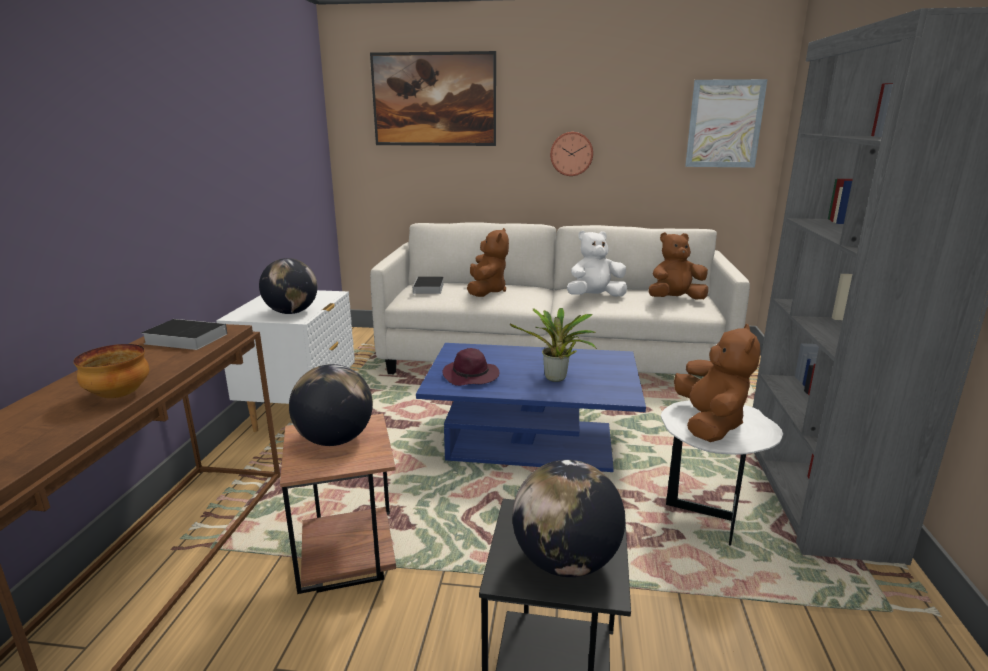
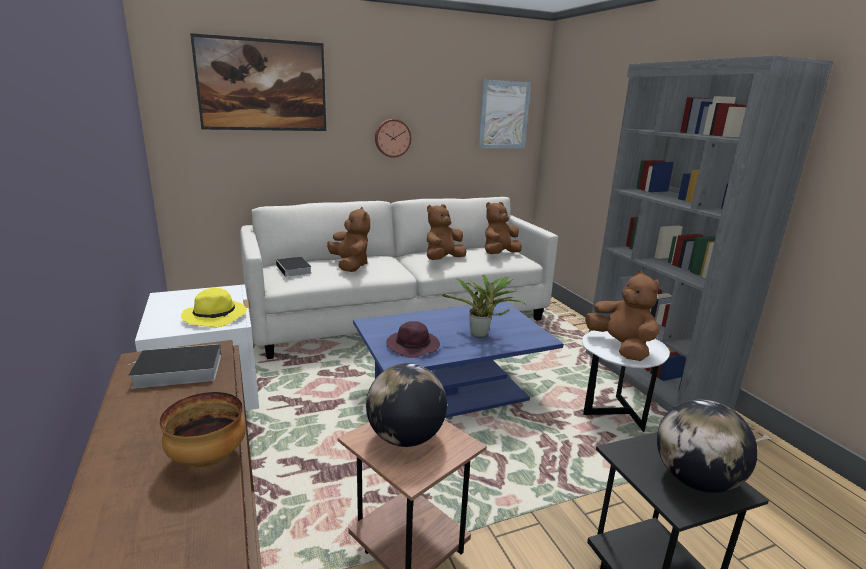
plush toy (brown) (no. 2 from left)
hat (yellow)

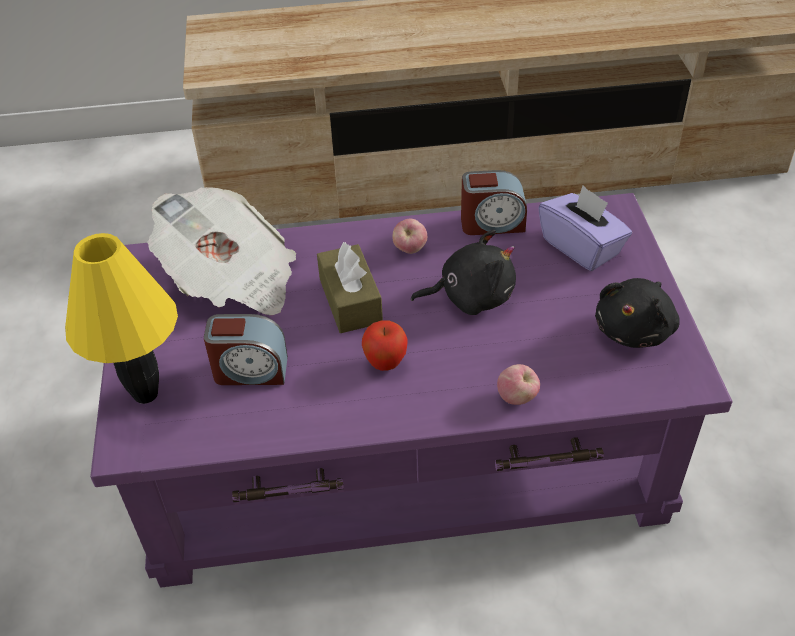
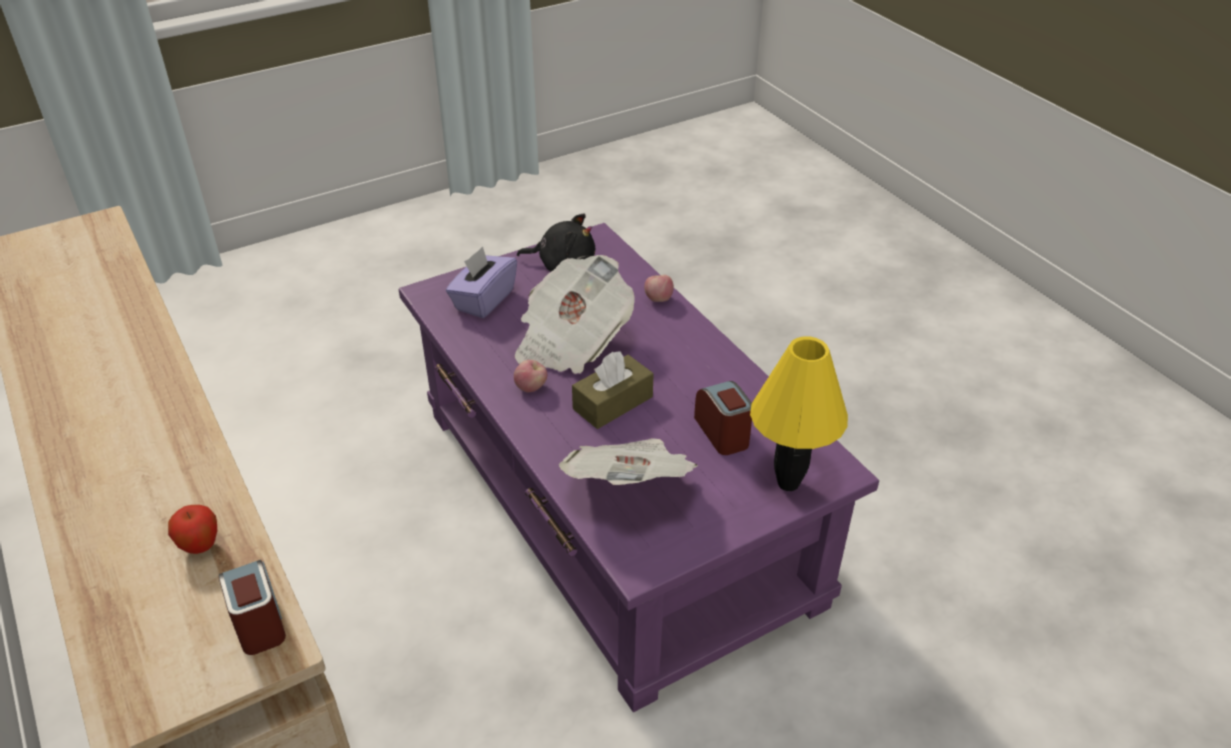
alarm clock (no. 1 from left)
newspaper (no. 1 from left)
apple (no. 1 from left)

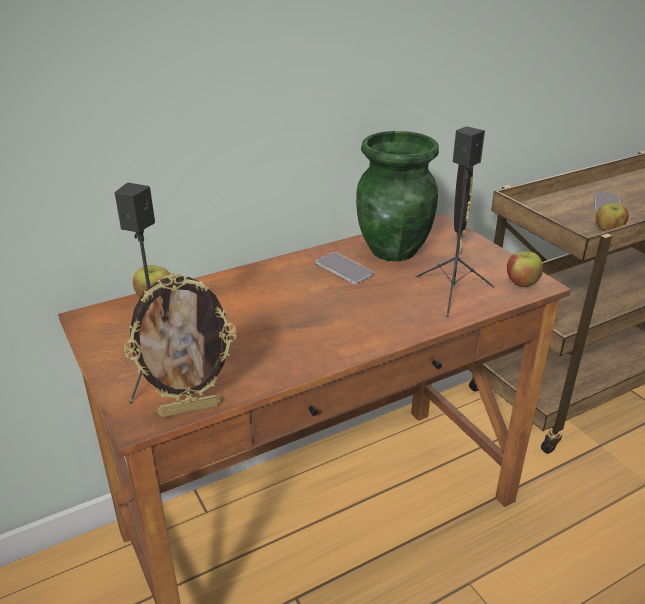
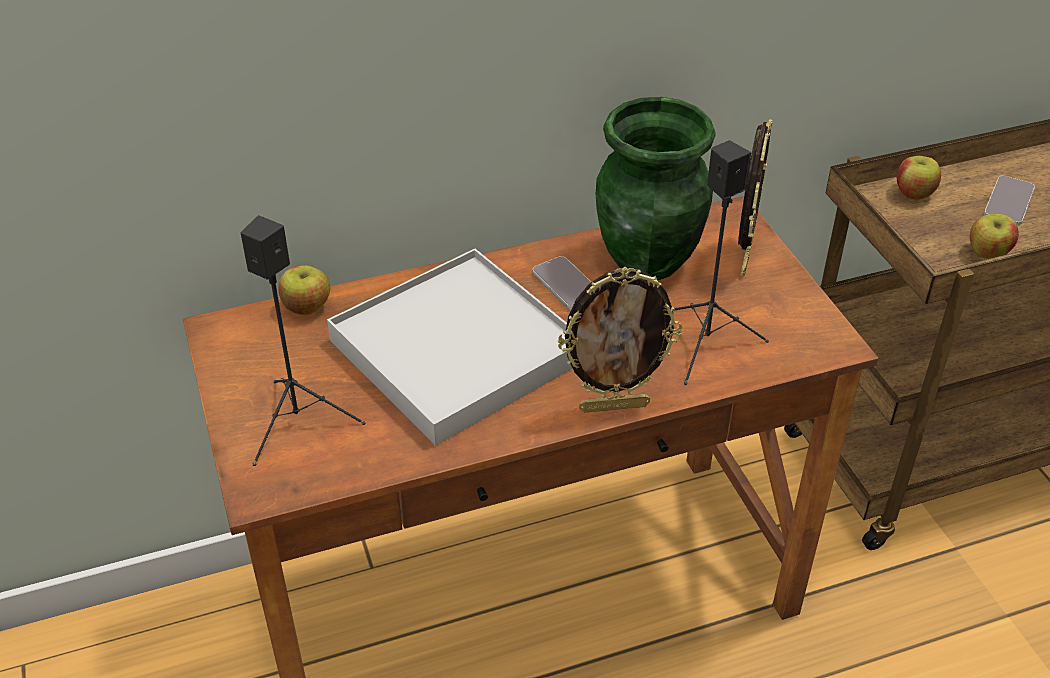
apple (no. 2 from left)
picture frame (no. 1 from left)
tray (white)

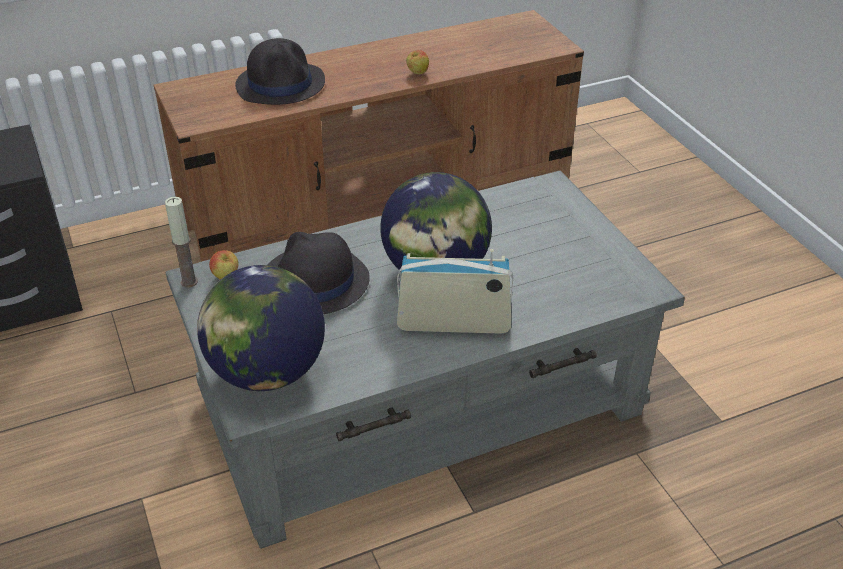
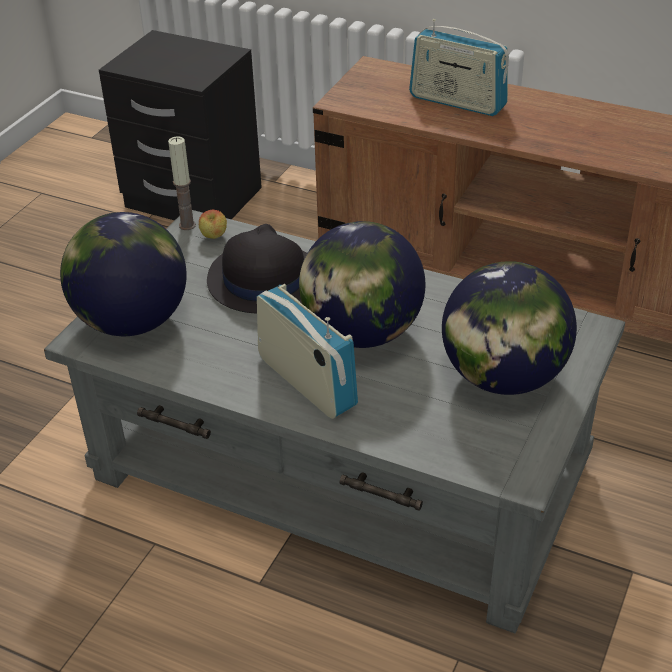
radio (no. 2 from left)
apple (no. 2 from left in the first image)
globe (no. 3 from left)

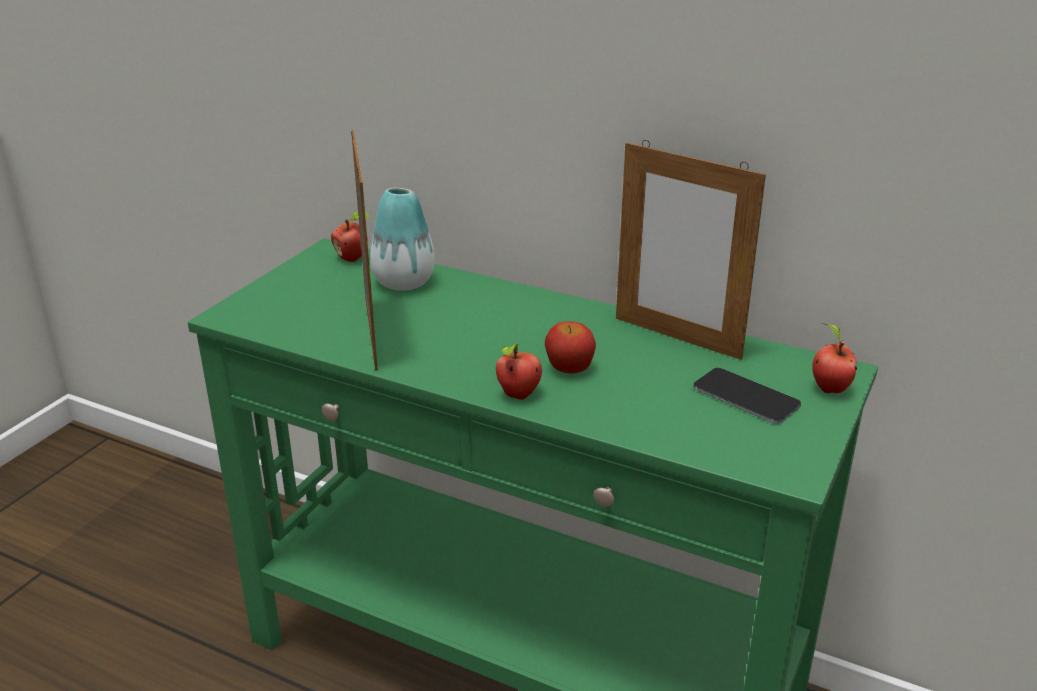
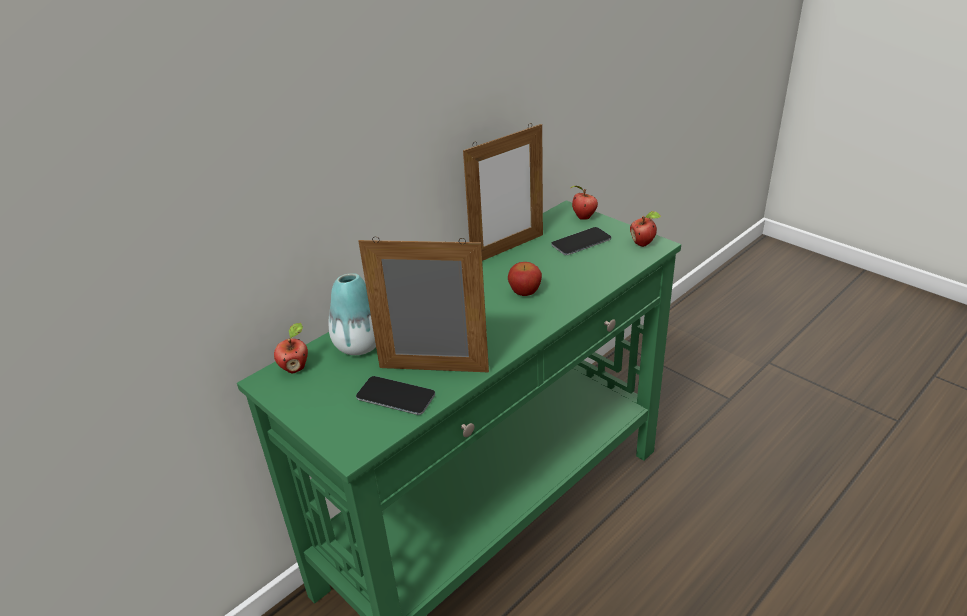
apple (no. 4 from left)
phone (no. 1 from left)

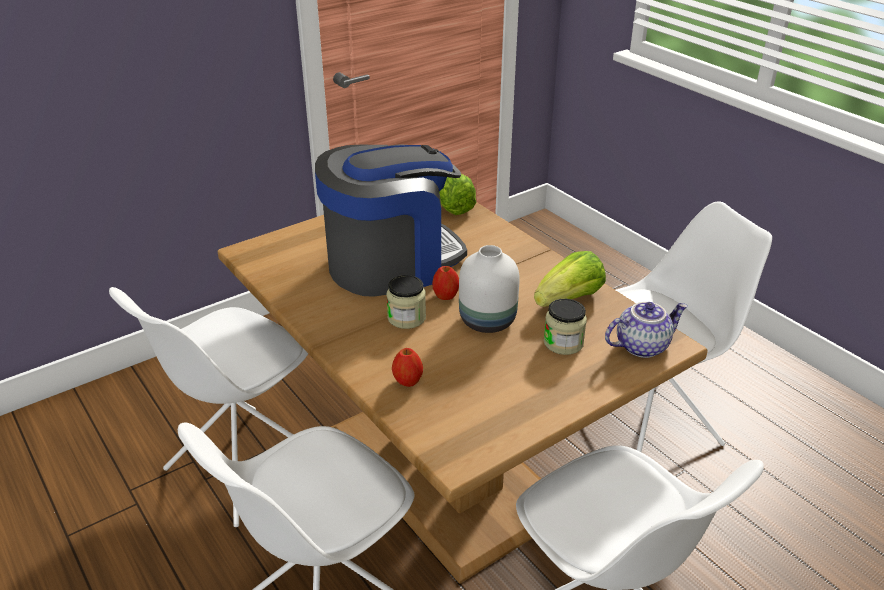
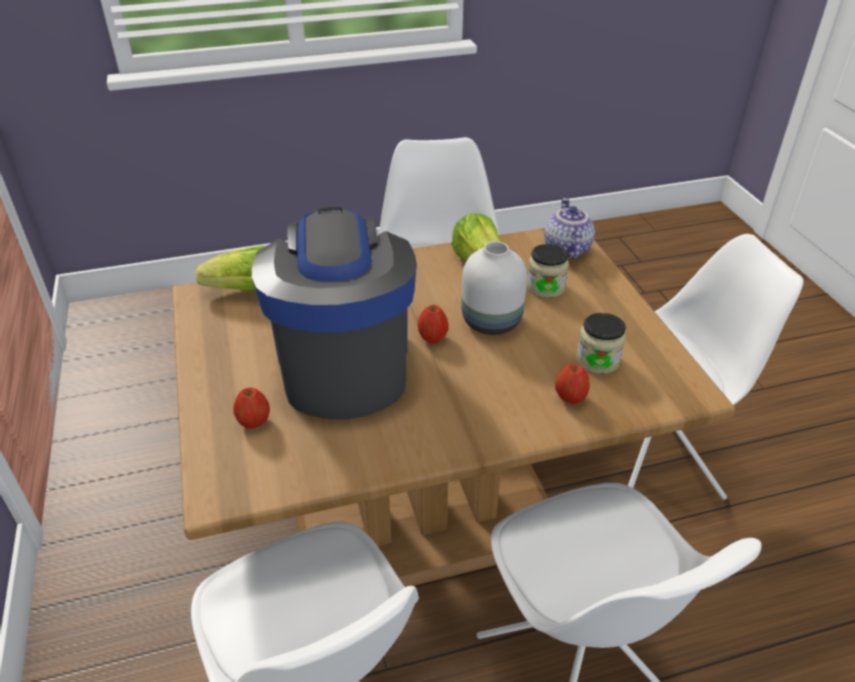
jar (no. 2 from left)
apple (no. 1 from left)

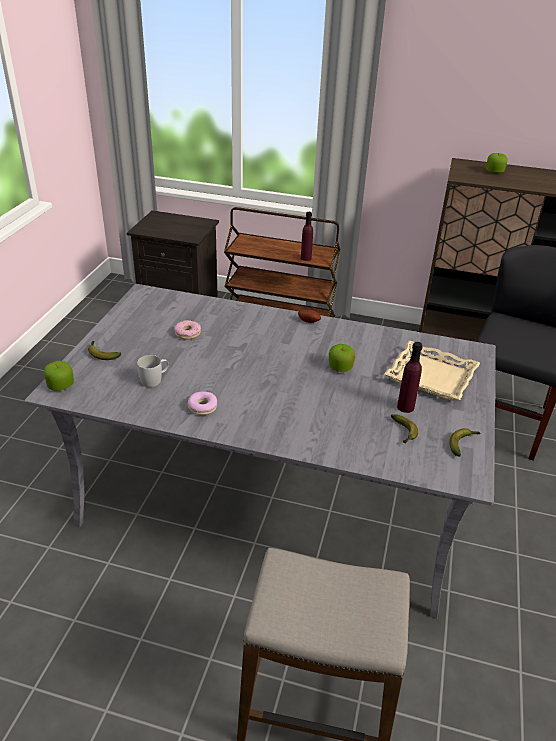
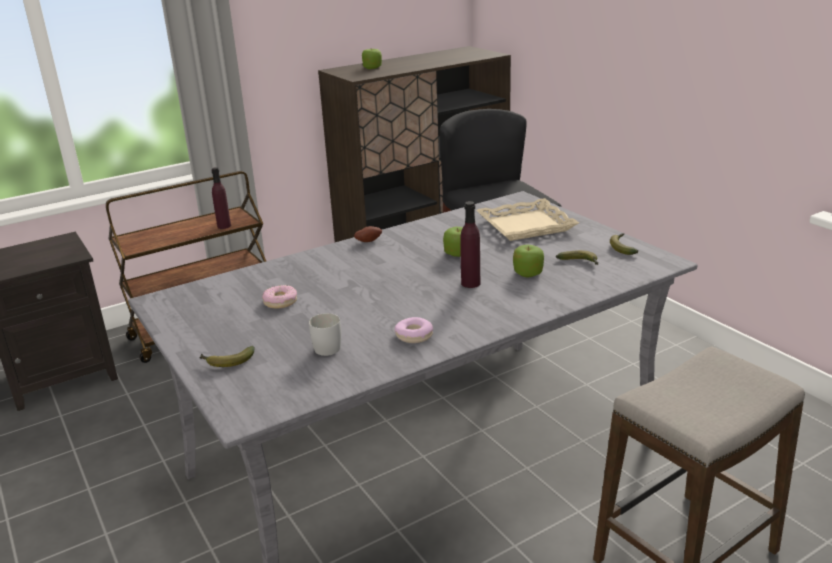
bottle (purple) (no. 2 from left)
apple (no. 3 from left)

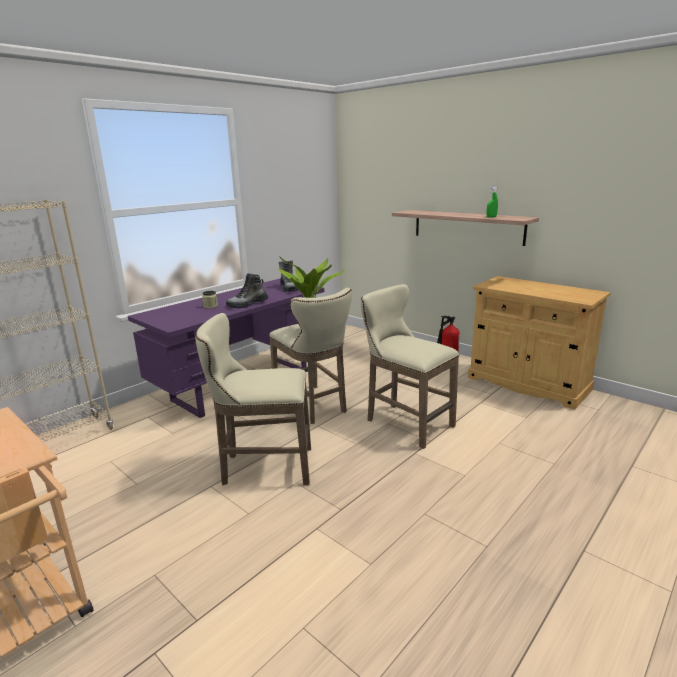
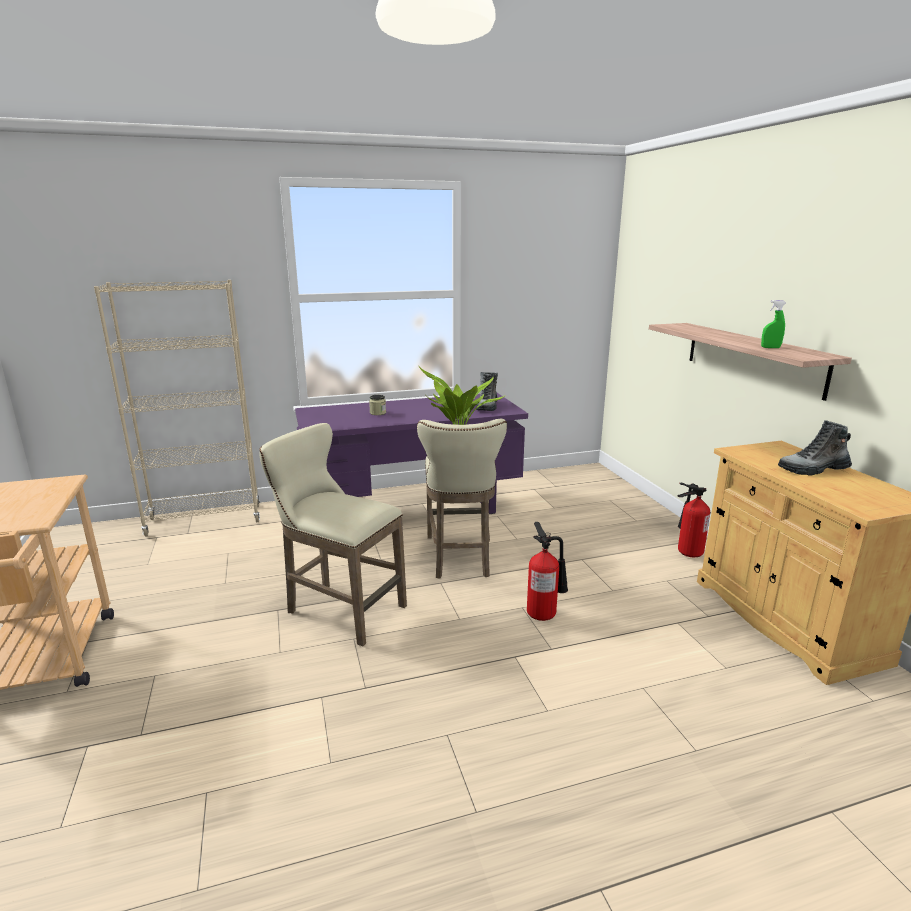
boot (no. 2 from left)
fire extinguisher (no. 1 from left)

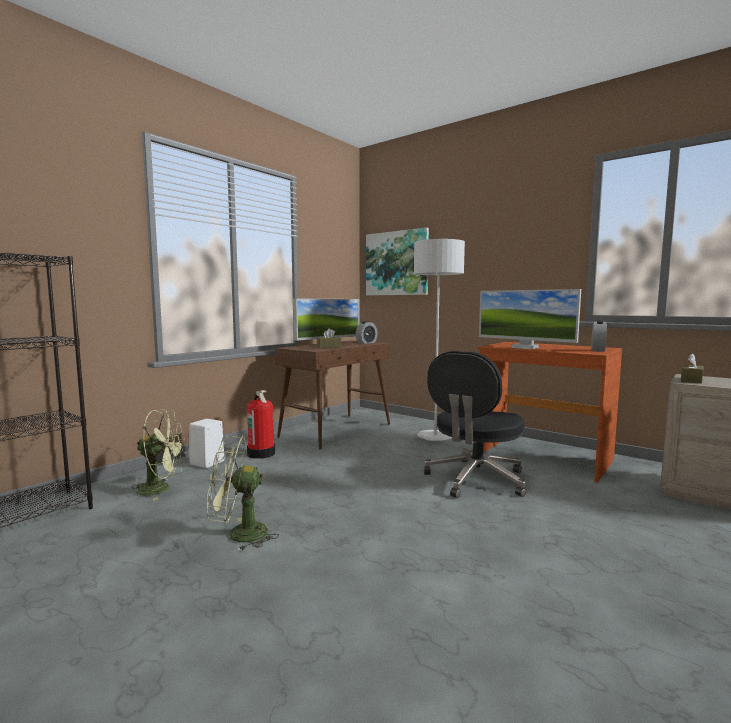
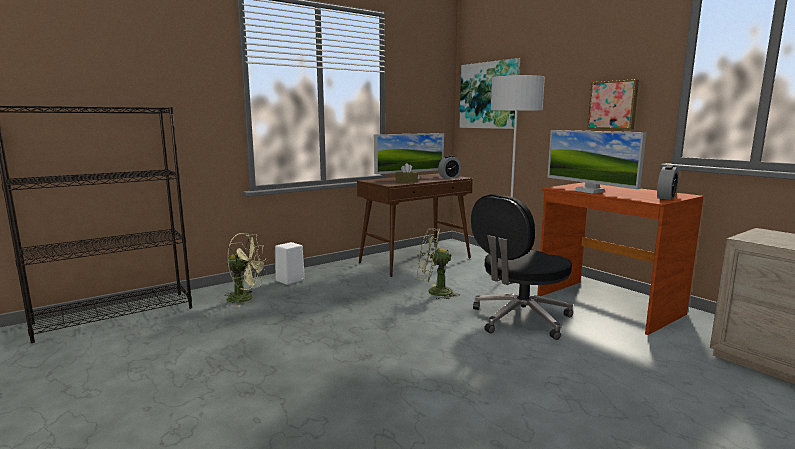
tissue box (brown) (no. 2 from left in the first image)
fire extinguisher
fan (green) (no. 2 from left)
picture (no. 2 from left)

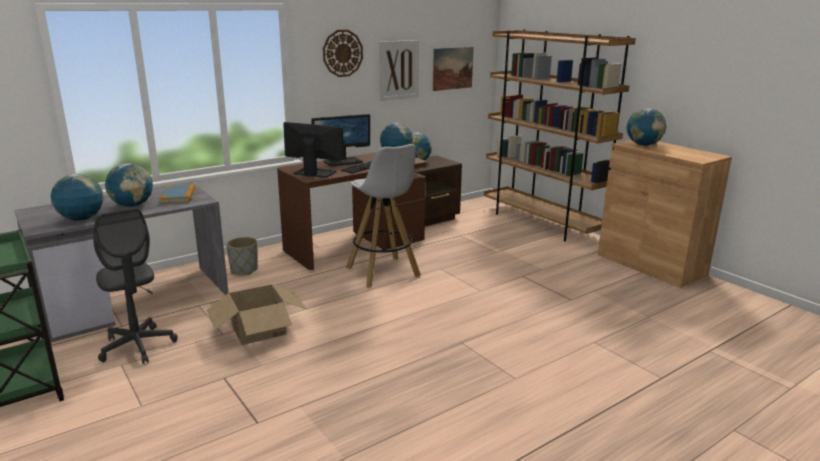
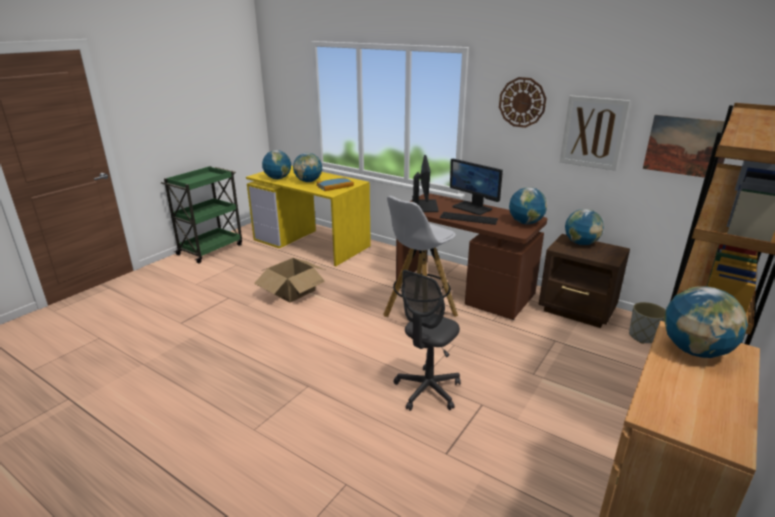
desk (yellow)
office chair (grey)
planter (grey)

